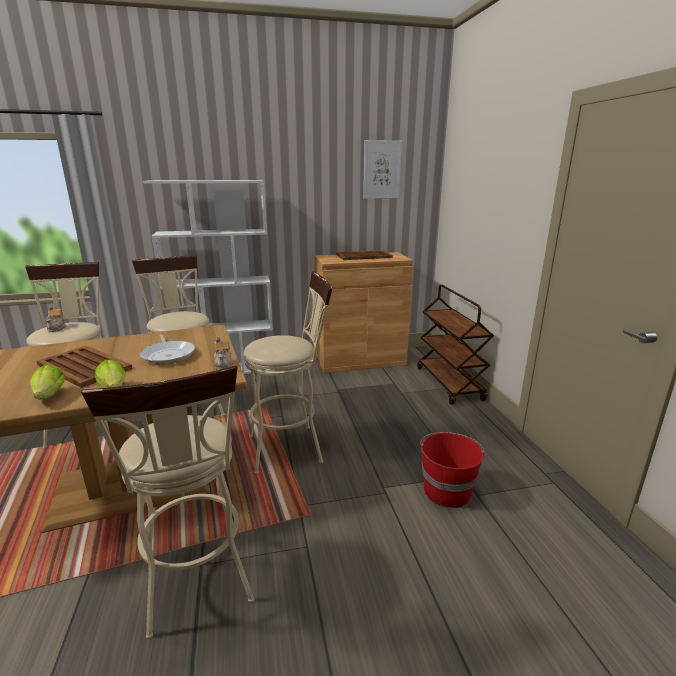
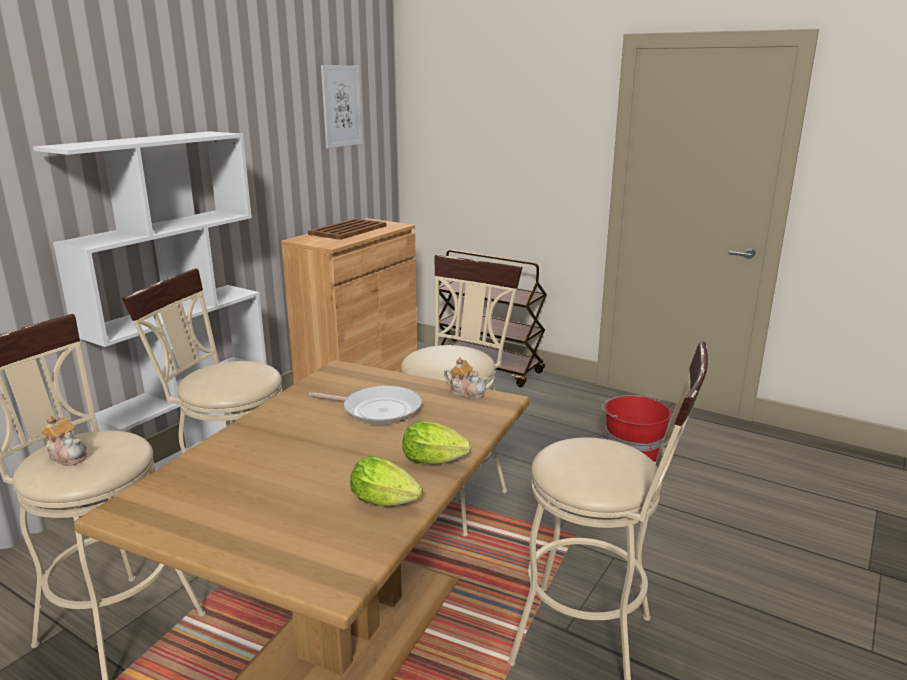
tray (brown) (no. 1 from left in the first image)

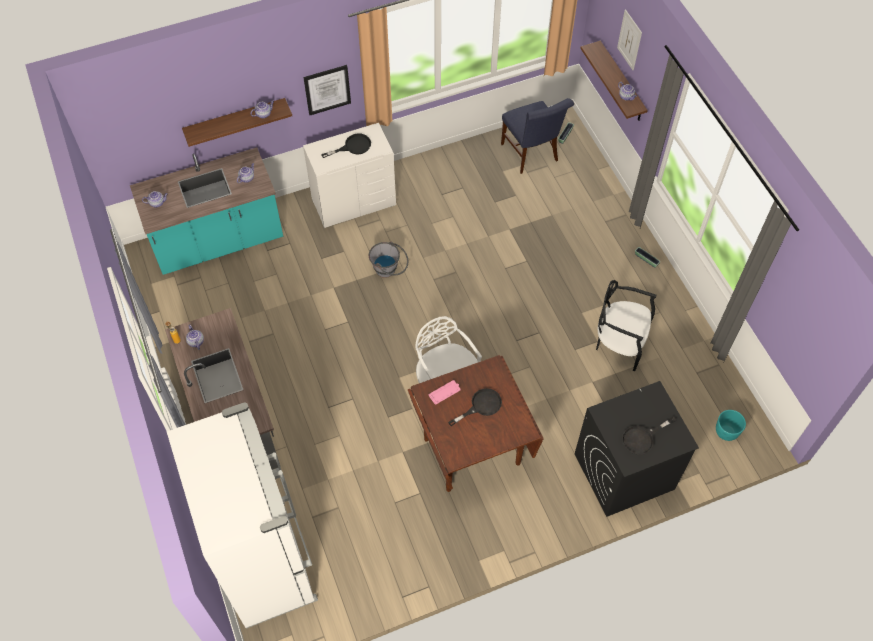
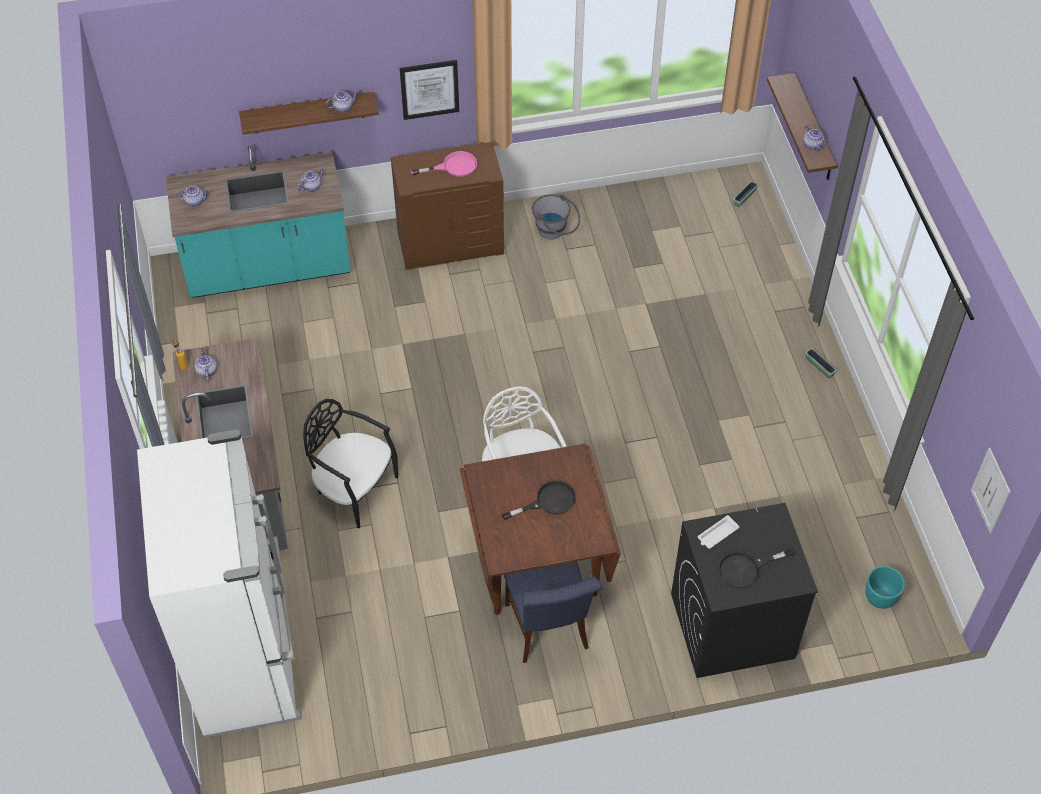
picture (no. 2 from left)
chair (blue)
dresser (brown)
frying pan (pink)
bucket (grey)
chair (black)
tray (pink)
tray (white)

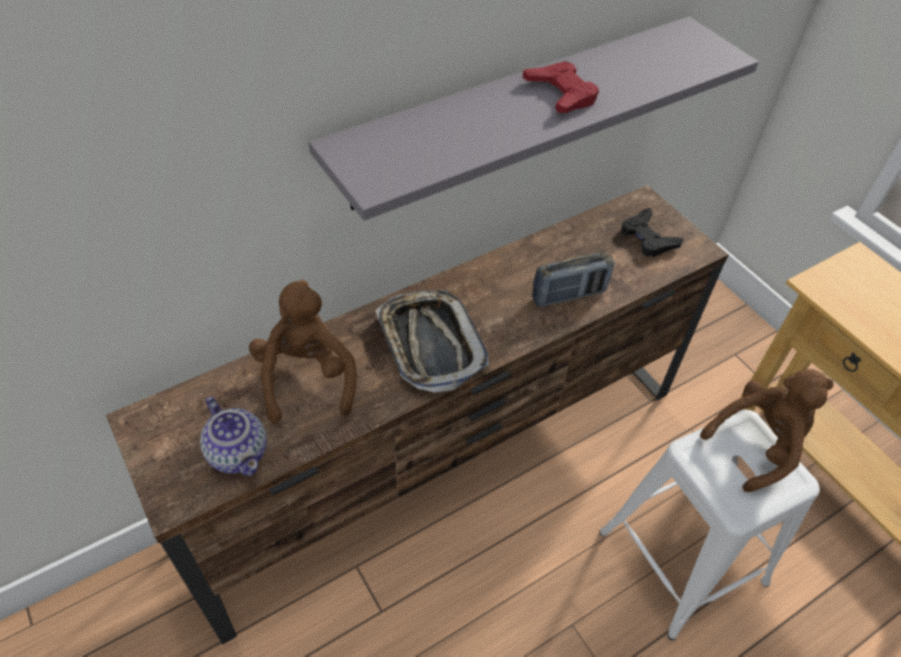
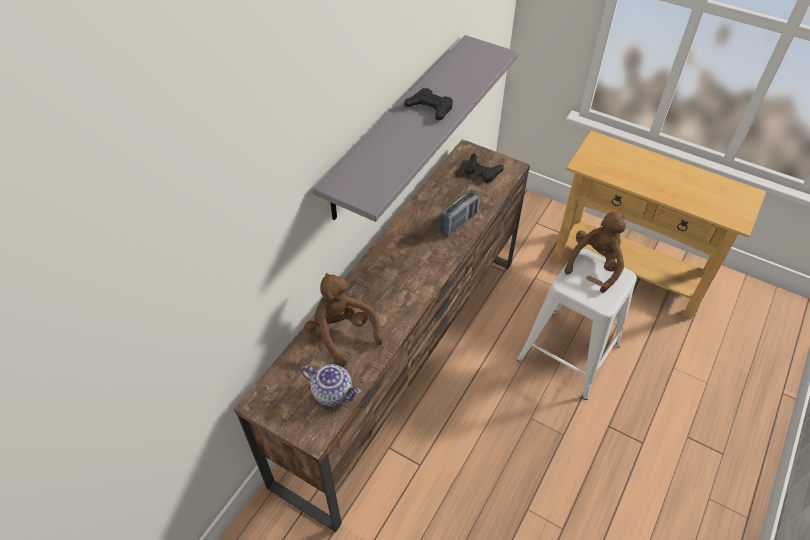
game controller (black) (no. 1 from left)
tray

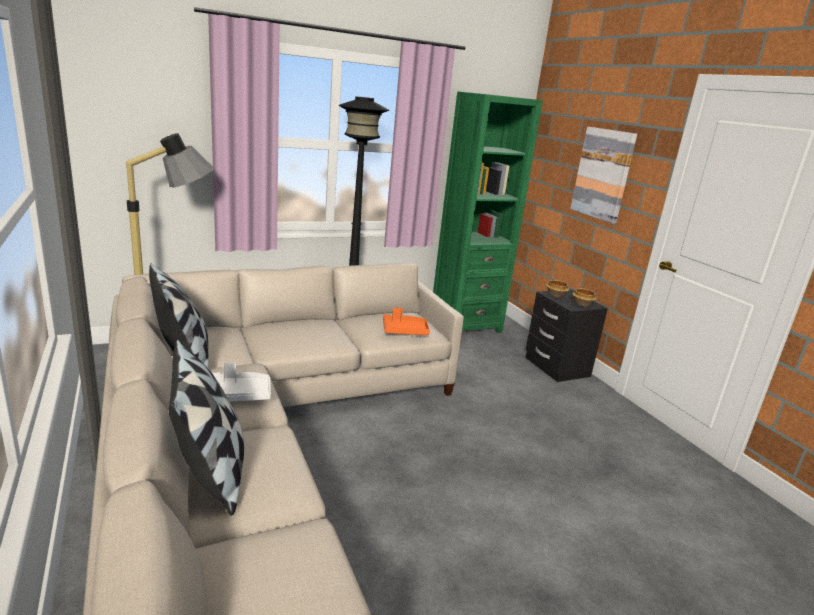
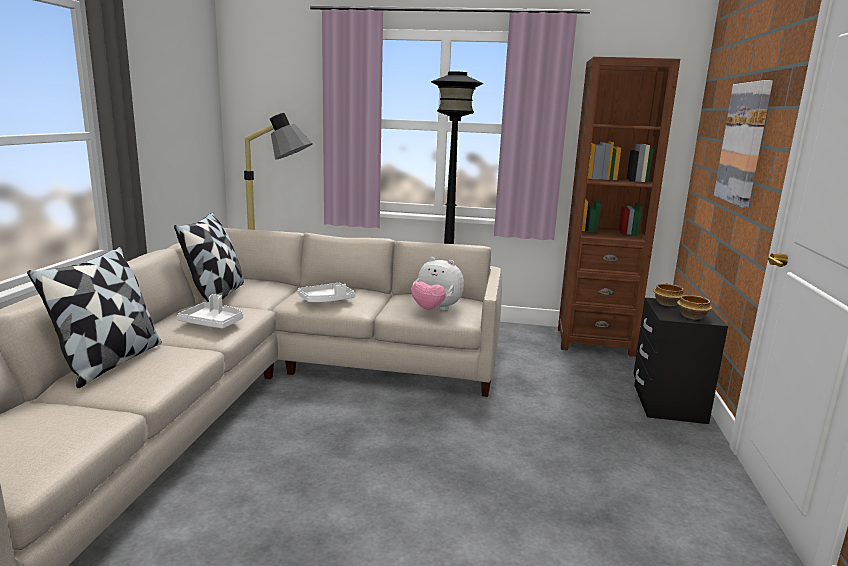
bookcase (brown)
plush toy
tray (white) (no. 2 from left)

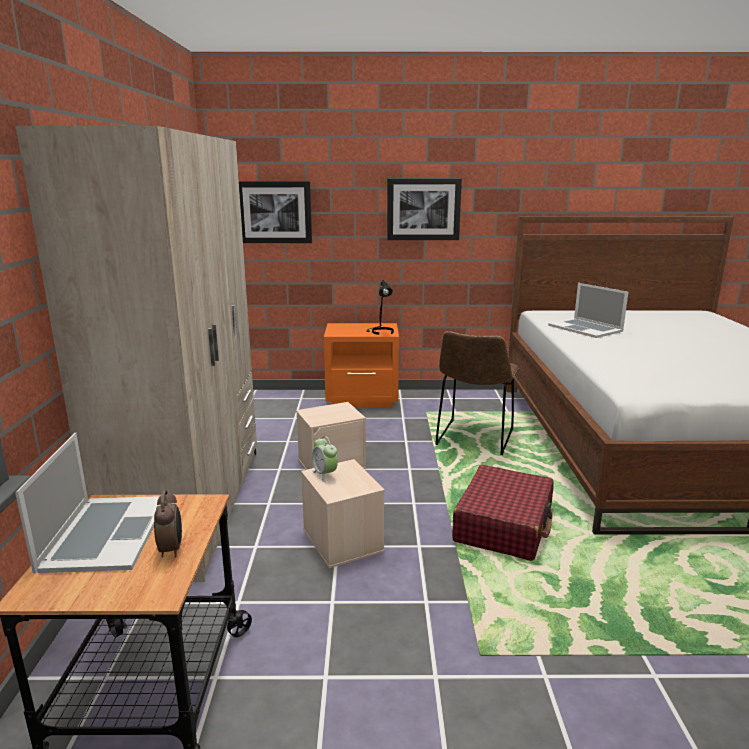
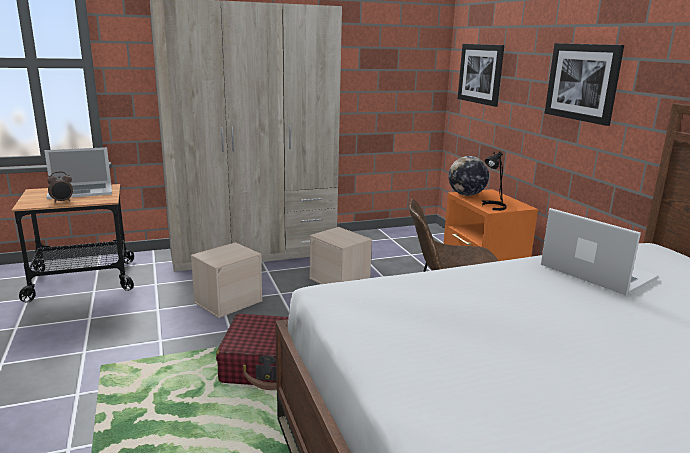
laptop (no. 2 from left)
alarm clock (no. 2 from left in the first image)
globe

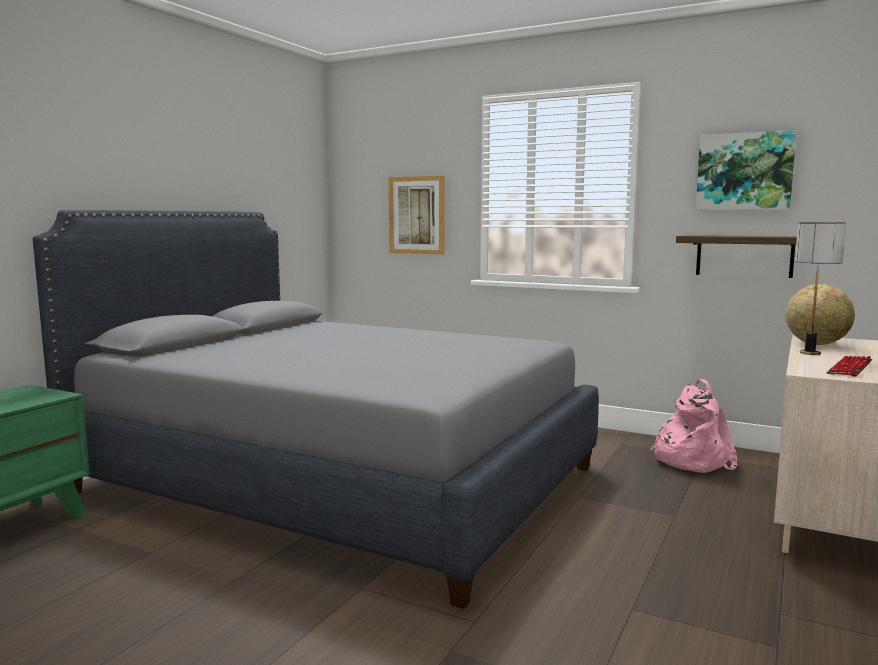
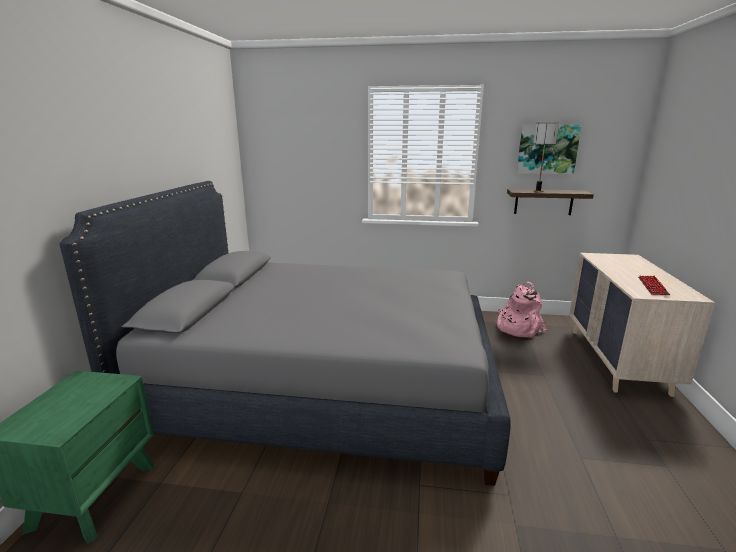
picture (no. 1 from left in the first image)
table lamp
globe

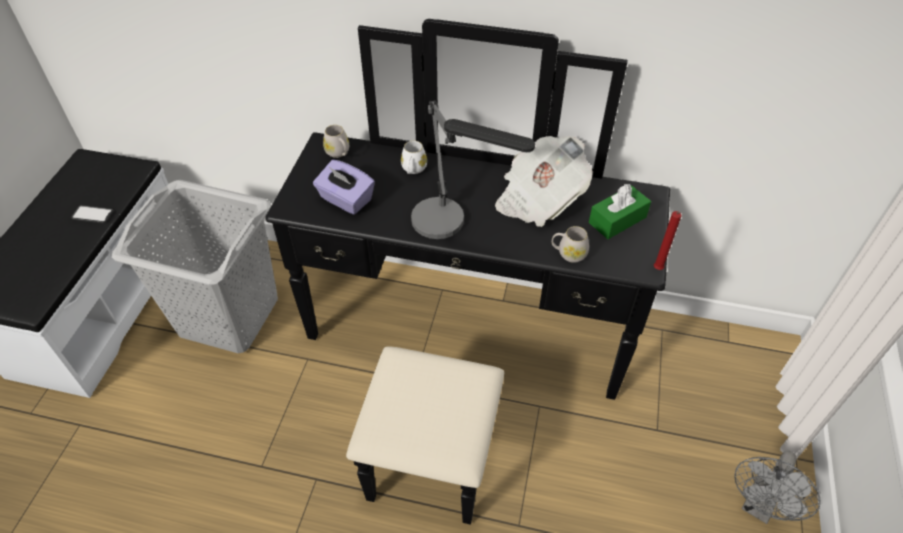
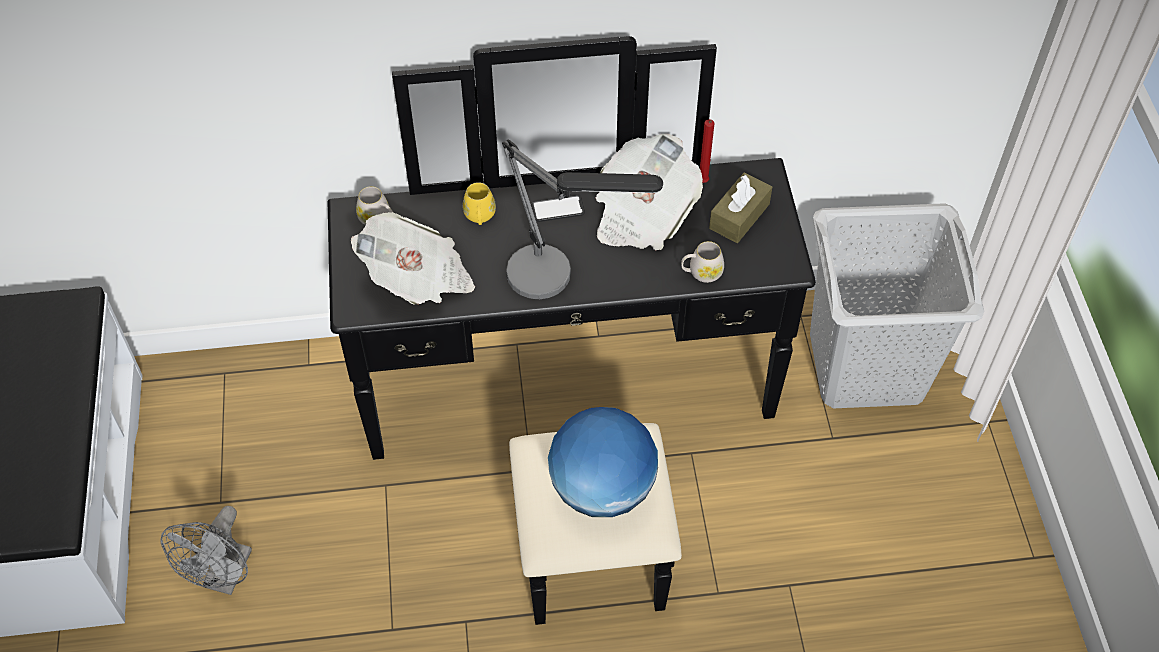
mug (yellow)
newspaper (no. 1 from left)
laundry basket (grey)
tissue box (brown)
phone
candle (red)
fan (grey)
globe

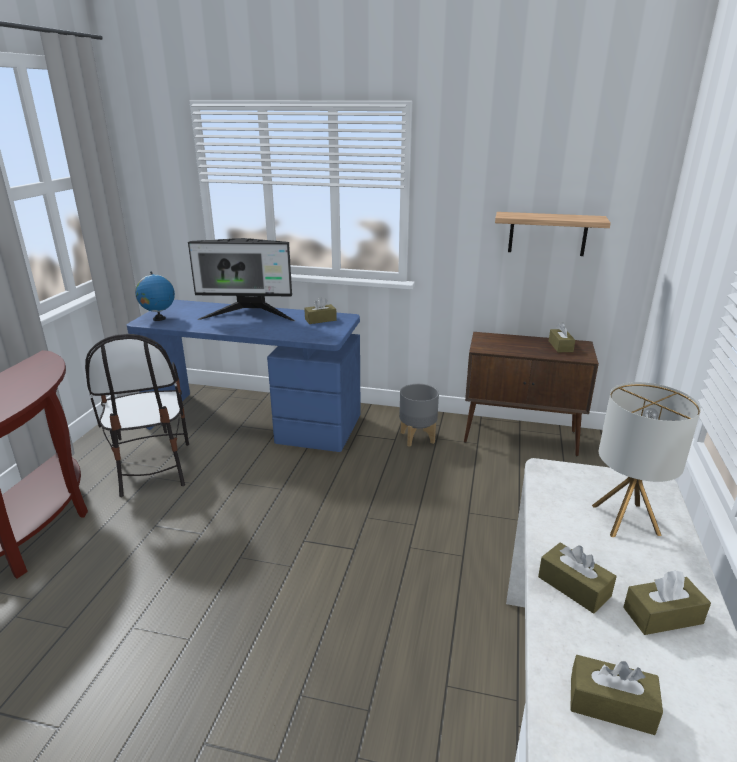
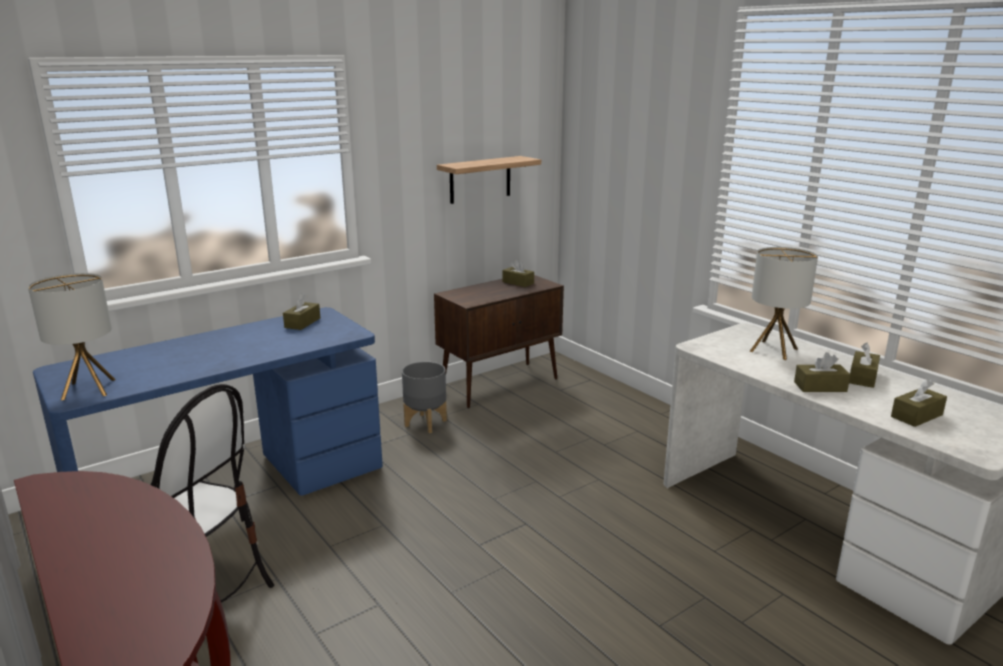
monitor
table lamp (no. 1 from left)

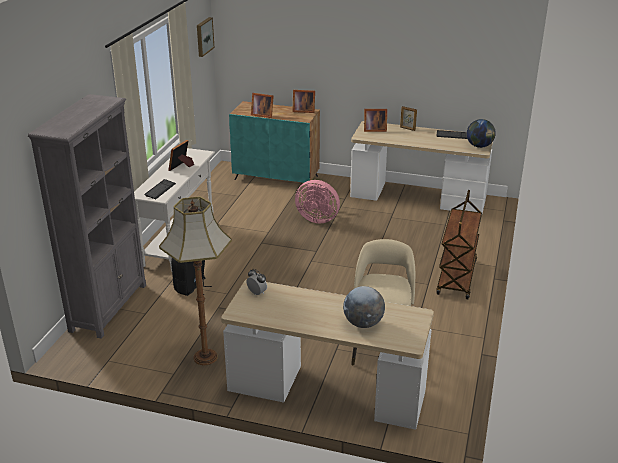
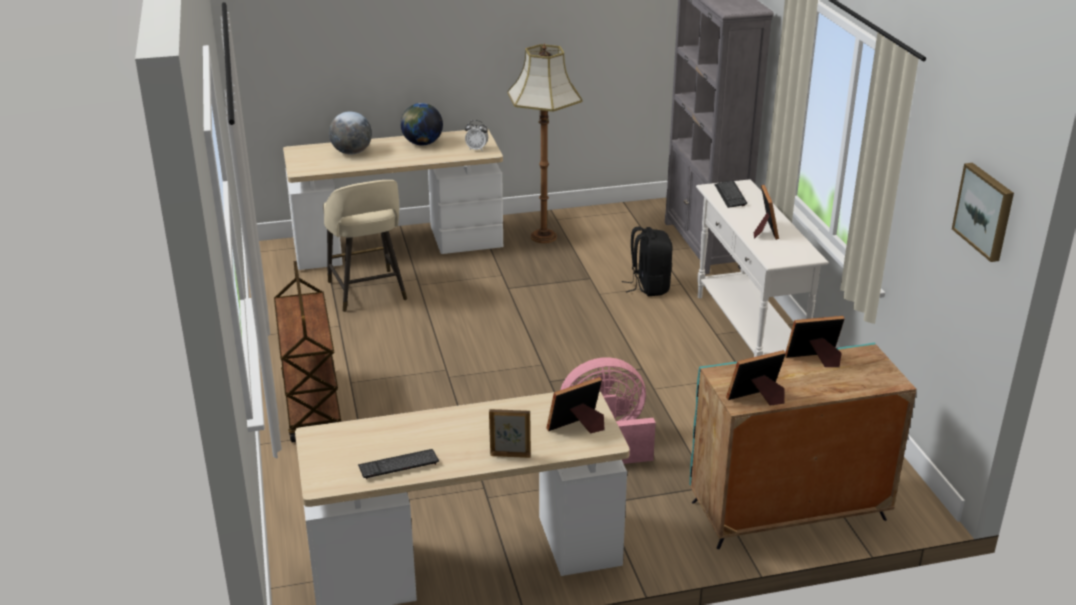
globe (no. 2 from left)

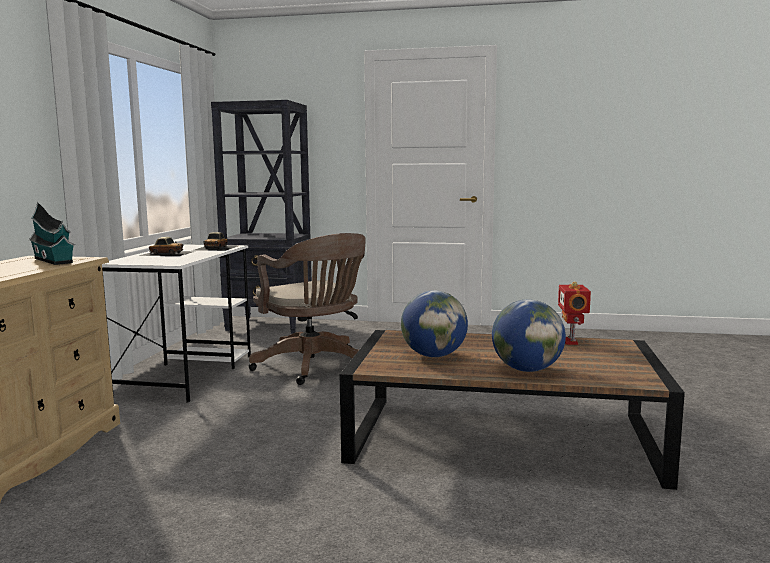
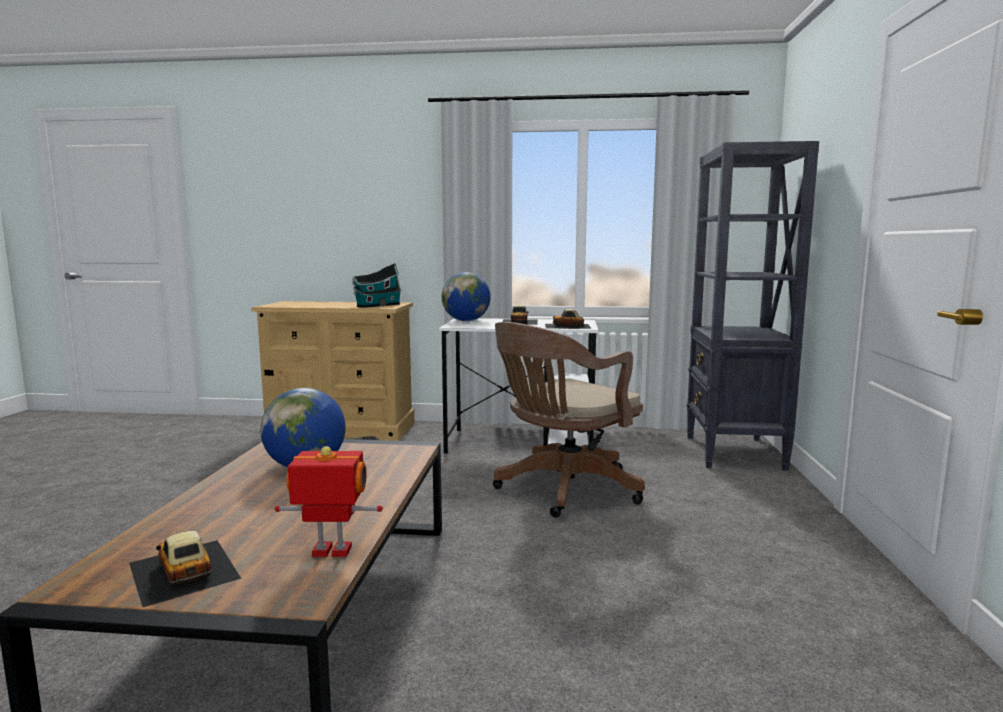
globe (no. 2 from left)
toy car (no. 1 from left)

